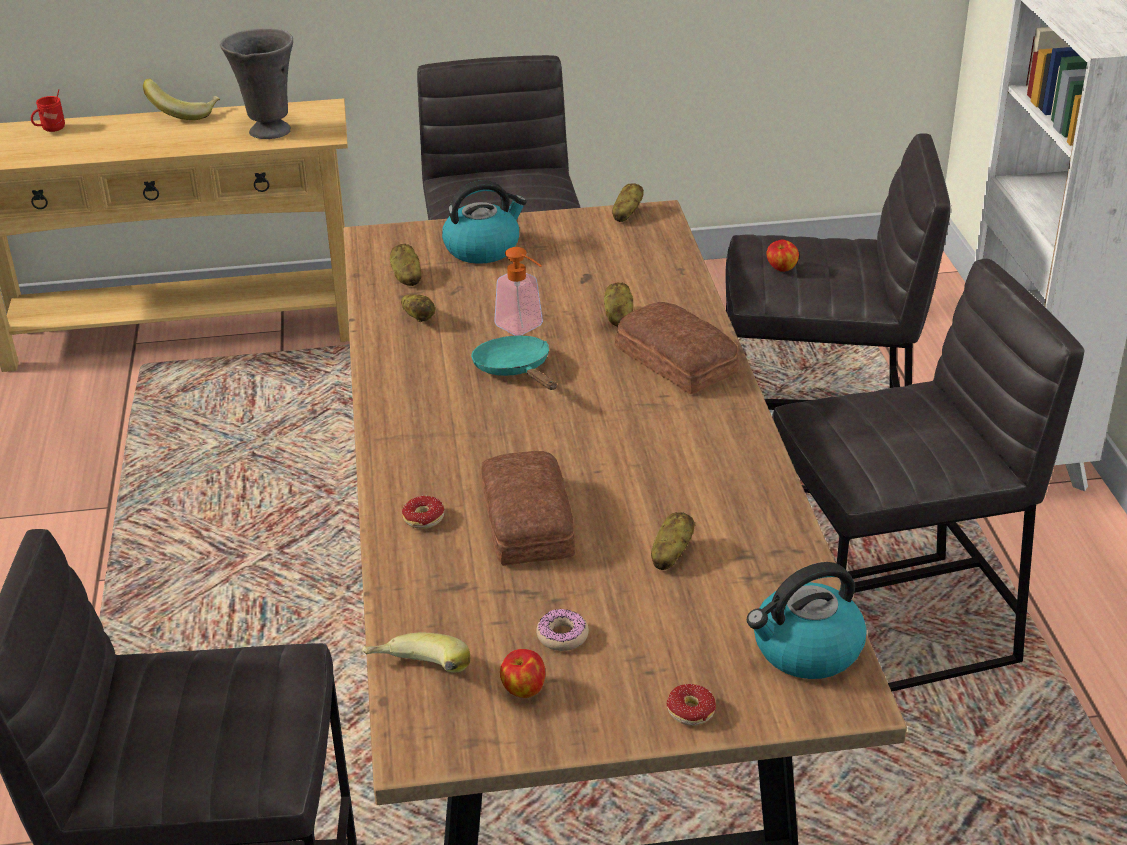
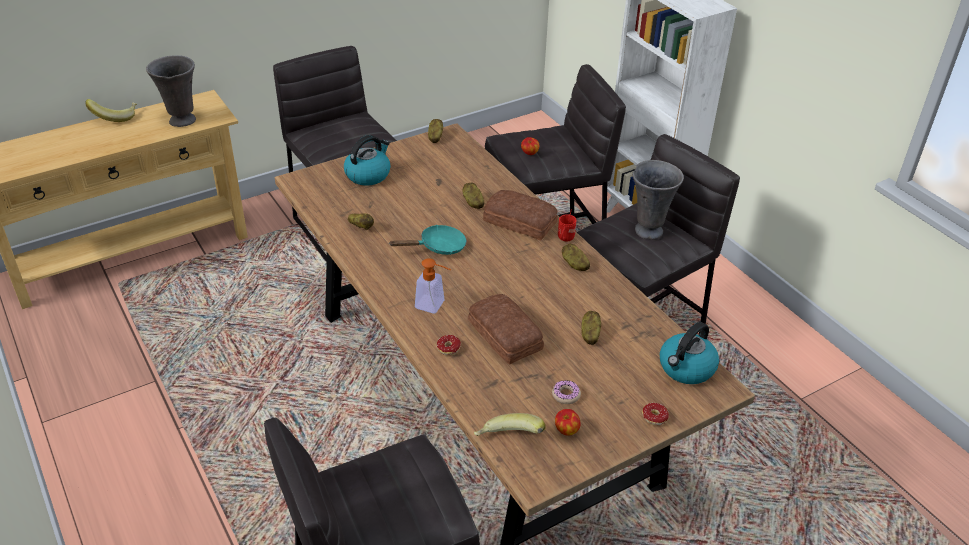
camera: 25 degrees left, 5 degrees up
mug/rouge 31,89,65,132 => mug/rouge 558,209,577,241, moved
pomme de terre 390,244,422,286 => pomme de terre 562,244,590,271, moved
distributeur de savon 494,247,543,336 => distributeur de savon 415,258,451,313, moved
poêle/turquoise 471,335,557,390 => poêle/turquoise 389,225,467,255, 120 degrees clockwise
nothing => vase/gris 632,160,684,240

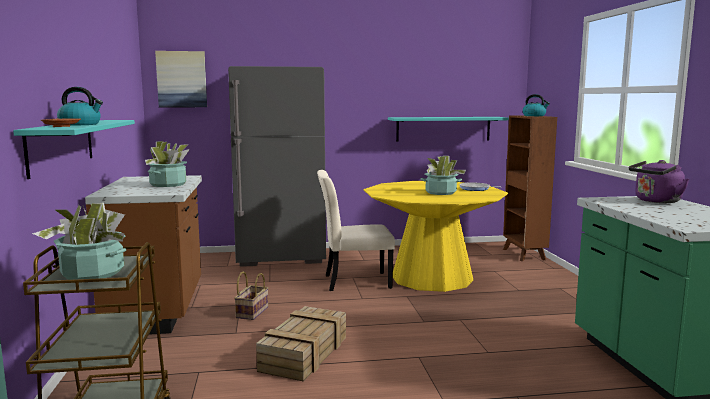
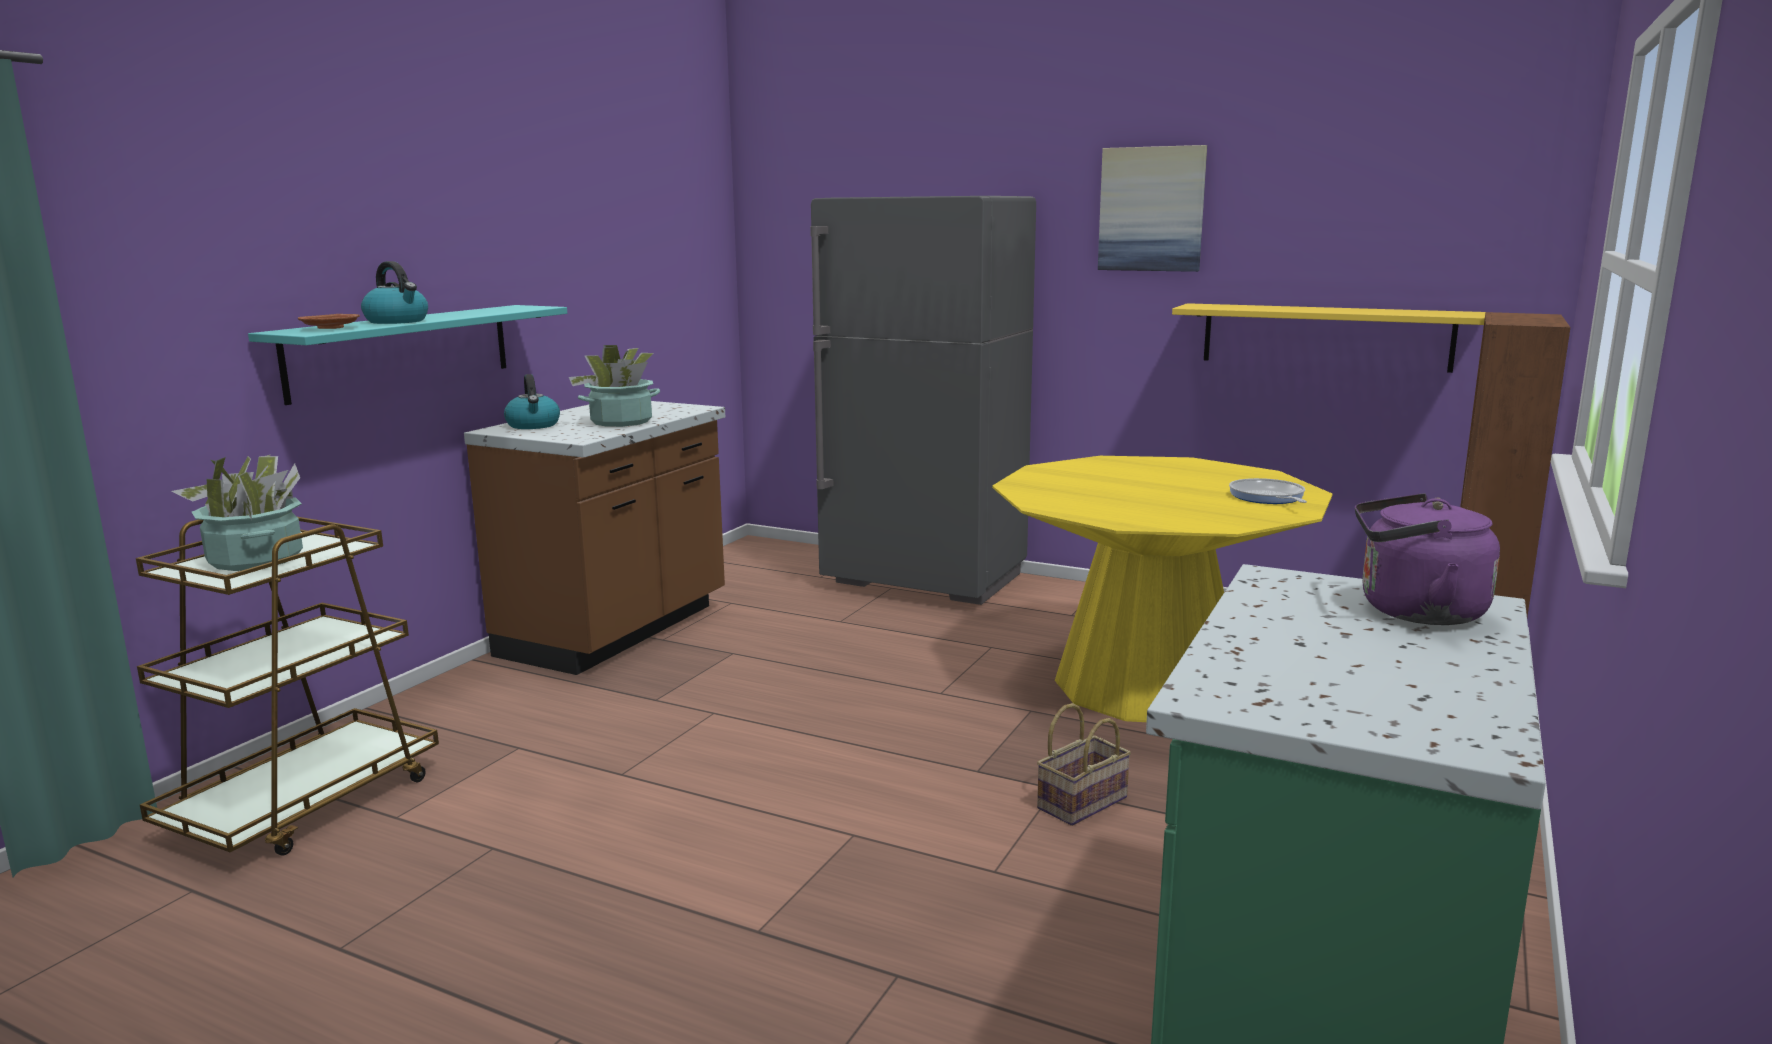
camera: 35 degrees right, 5 degrees up
tableau 155,51,207,107 => tableau 1098,145,1207,272, moved
bouilloire 523,94,550,116 => bouilloire 504,374,560,429, moved
étagère/turquoise 388,117,509,141 => étagère/jaune 1172,303,1485,373
plante en pot 421,156,466,195 => nothing
chaise/beige 317,170,395,291 => nothing
panier 234,271,268,320 => panier 1037,703,1131,826, moved
caisse 256,306,346,381 => nothing

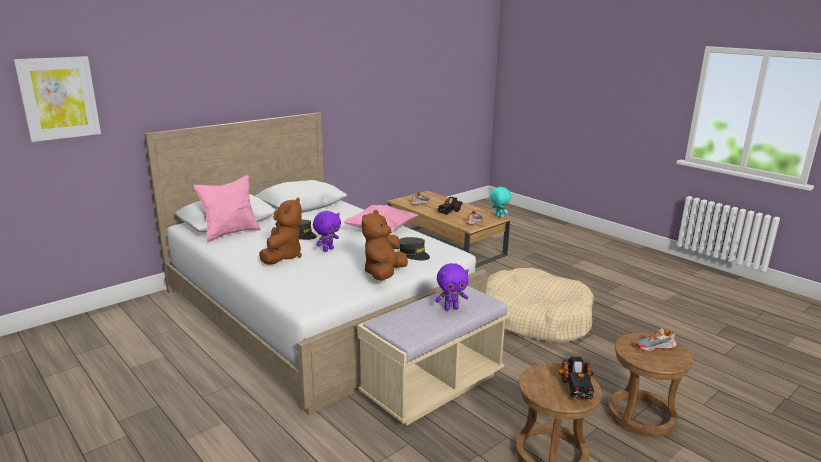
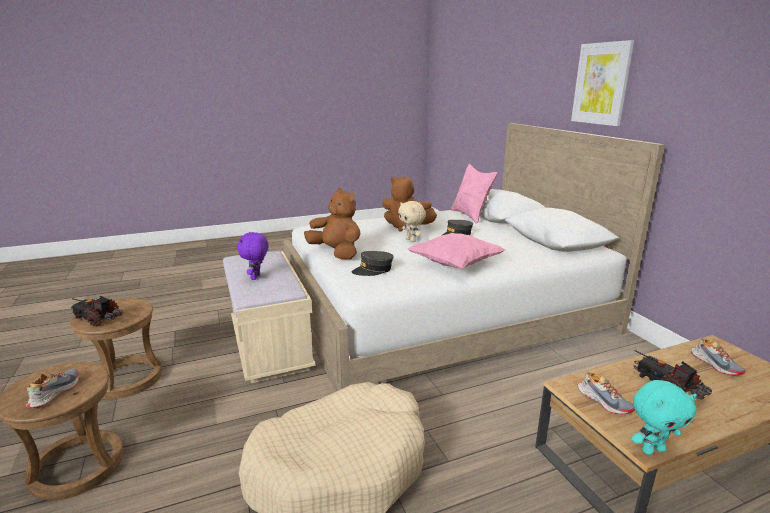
camera: 110 degrees right, 0 degrees up
tableau 13,56,101,142 => tableau 571,40,634,126, moved
peluche/violet 313,211,341,252 => peluche/beige 398,201,426,242

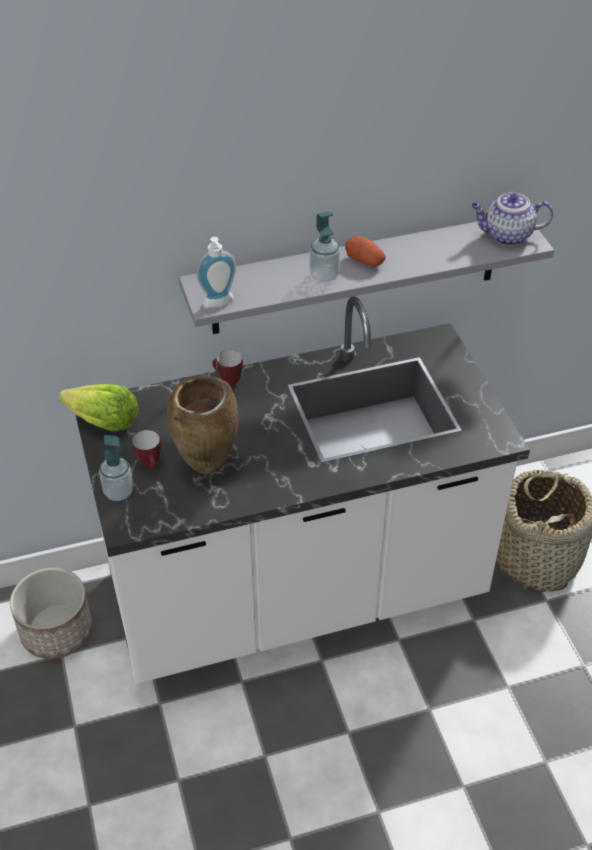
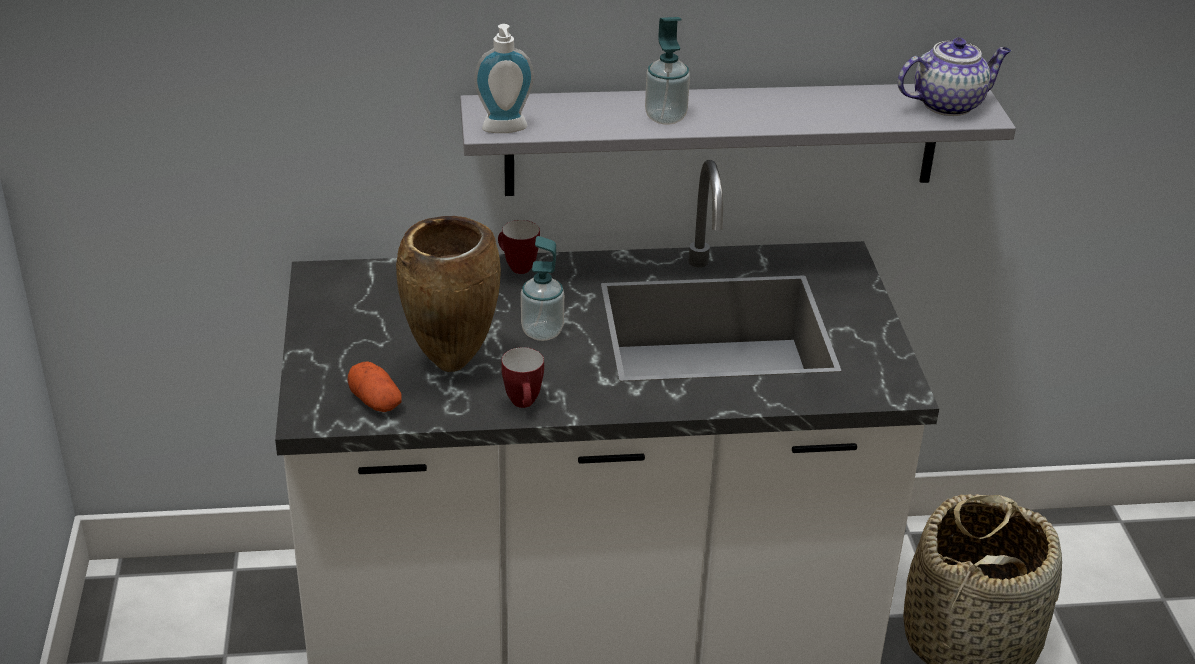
camera: 10 degrees right, 10 degrees down
théière 471,193,554,246 => théière 898,38,1011,116, 150 degrees clockwise
pomme de terre 345,236,386,267 => pomme de terre 348,361,402,412, moved
laitue 59,384,139,431 => nothing
mug 132,430,161,470 => mug 501,347,544,408, moved
distributeur de savon 99,435,133,501 => distributeur de savon 521,236,564,341, moved
cache-pot 10,568,92,659 => nothing

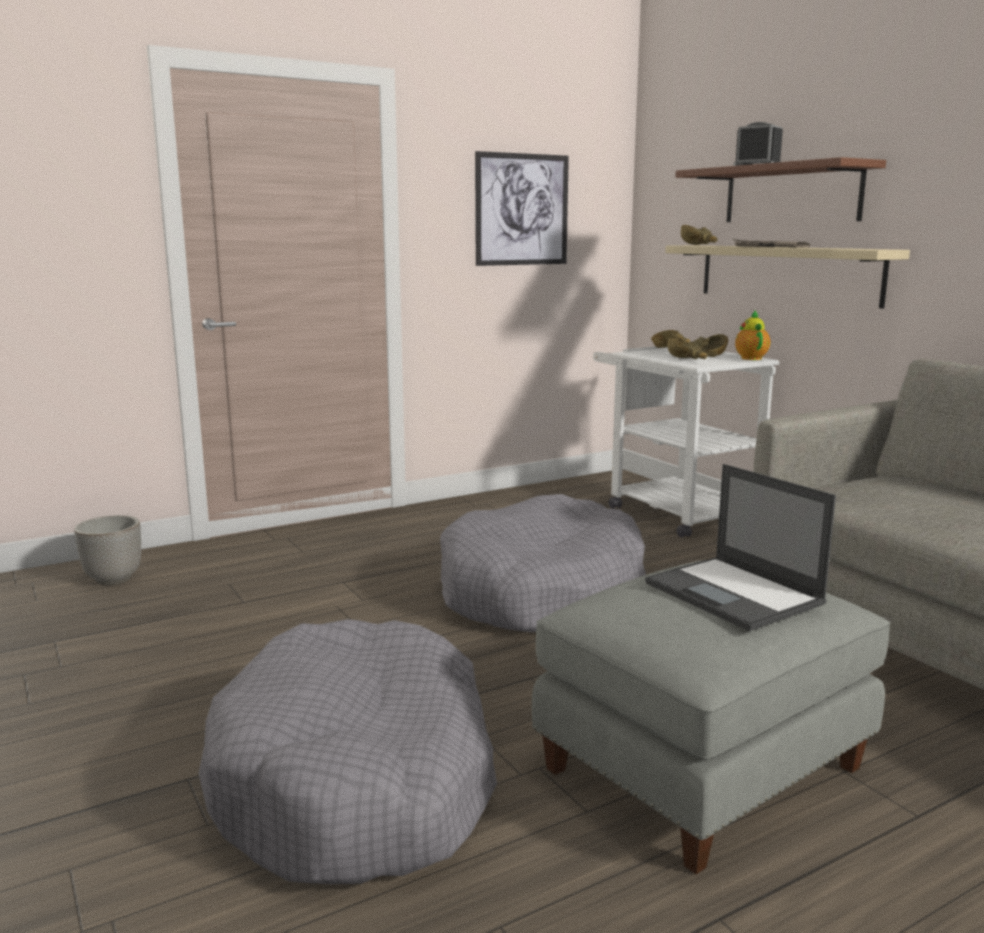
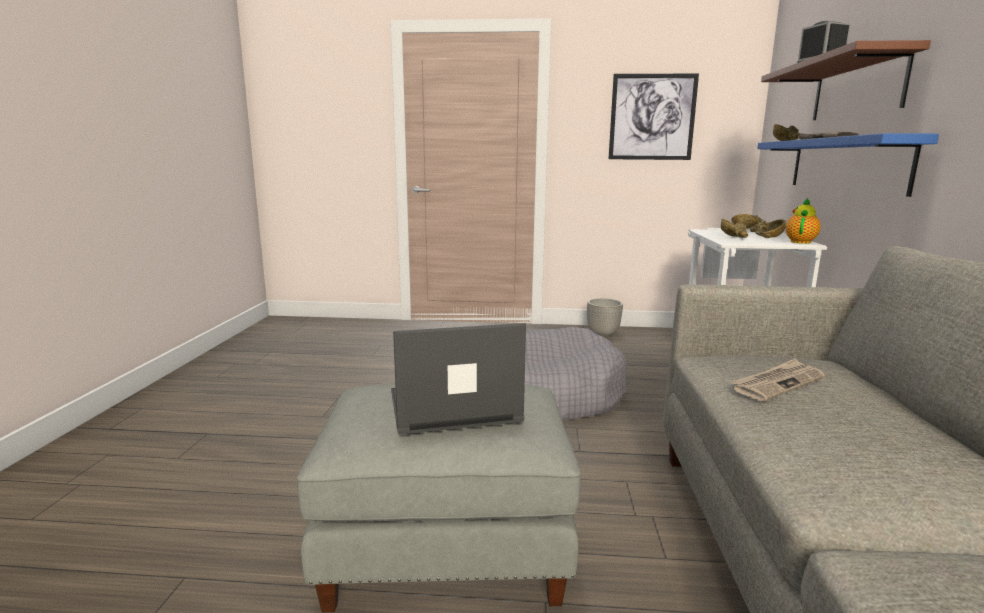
camera: 35 degrees right, 0 degrees up
étagère/beige 665,245,910,308 => étagère/bleu 757,133,939,197
ordinateur portable 645,464,836,631 => ordinateur portable 391,323,526,434, 75 degrees clockwise
cache-pot 74,515,141,585 => cache-pot 587,298,623,338, moved
panier pour chien/gris 198,619,497,884 => nothing
nothing => journal 730,359,825,402

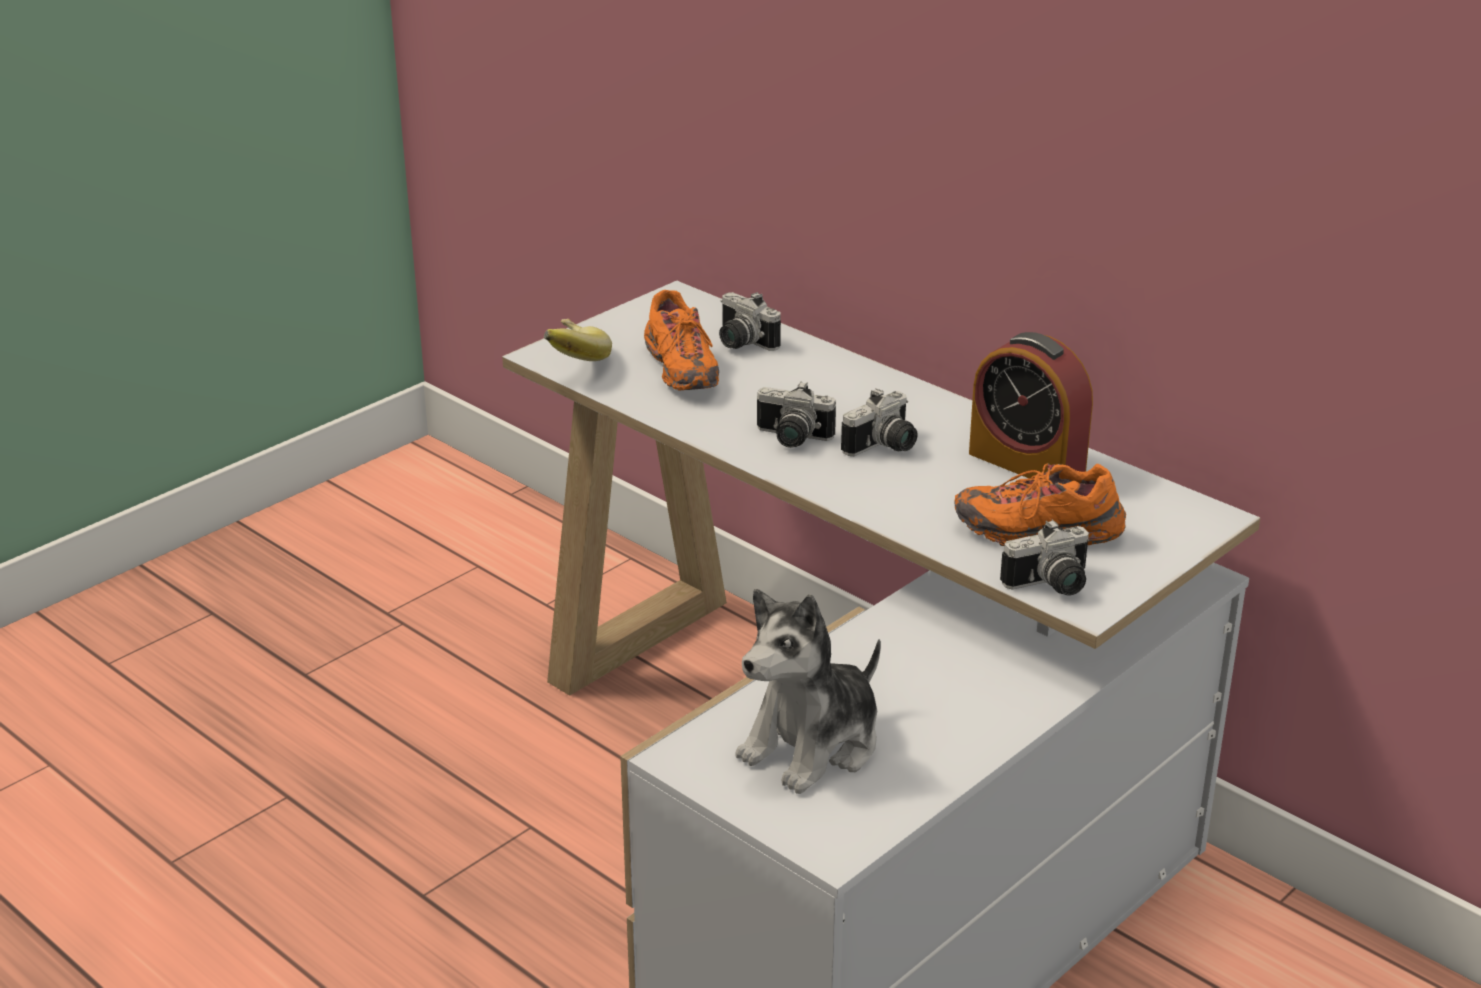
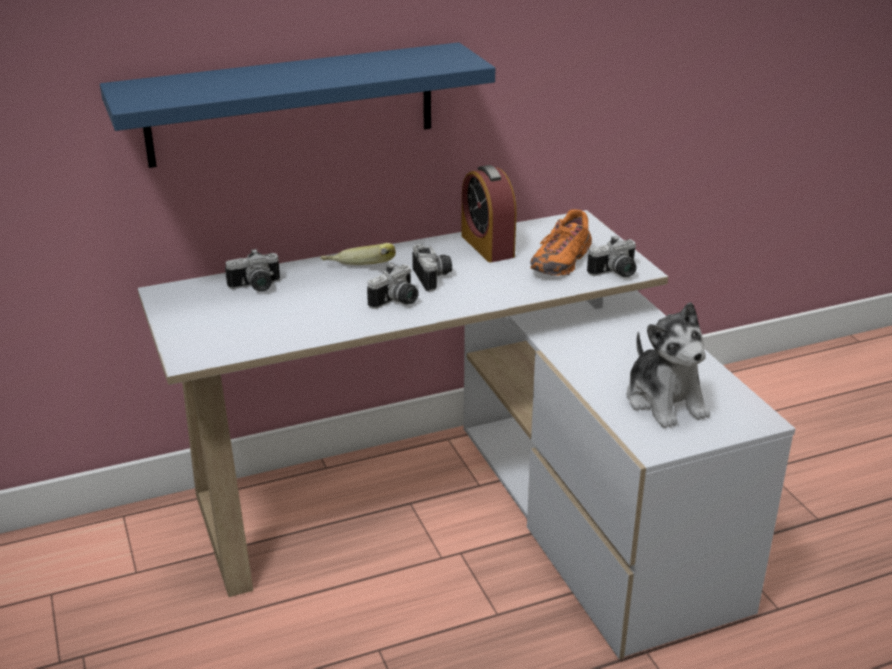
camera: 65 degrees left, 0 degrees up
chaussure/orange 644,290,719,391 => nothing
banane 544,319,612,361 => banane 320,243,396,265, moved
réveil 969,332,1093,478 => réveil 461,165,516,262, 90 degrees clockwise
appareil photo 1000,519,1090,595 => appareil photo 587,236,637,277, 60 degrees clockwise
nothing => étagère/bleu 100,42,495,168

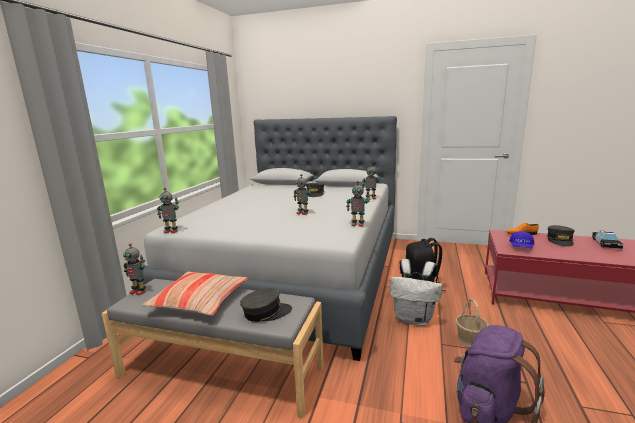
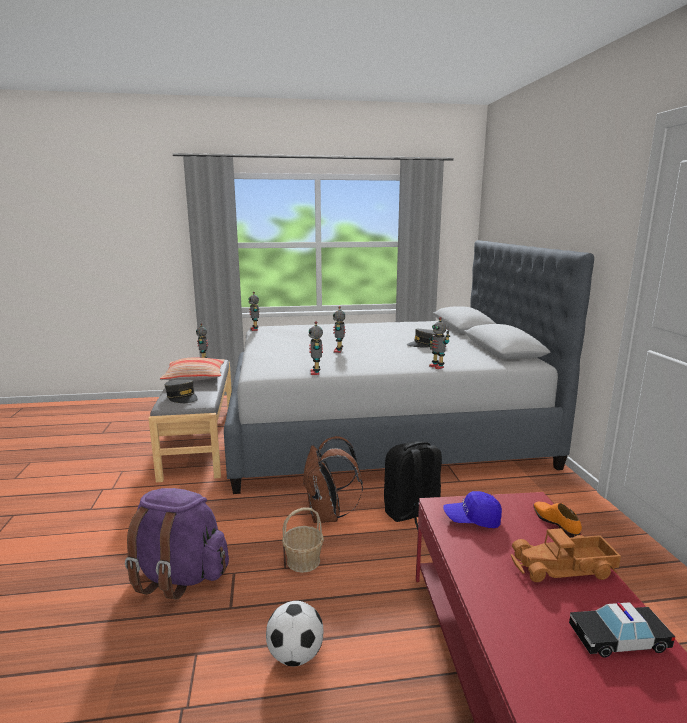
camera: 65 degrees right, 0 degrees up
casquette/gris 547,225,575,247 => camion jouet 511,528,621,582
sac à dos/blanc 390,259,442,326 => sac à dos/marron 302,436,363,523
nothing => ballon de foot 266,601,323,666

